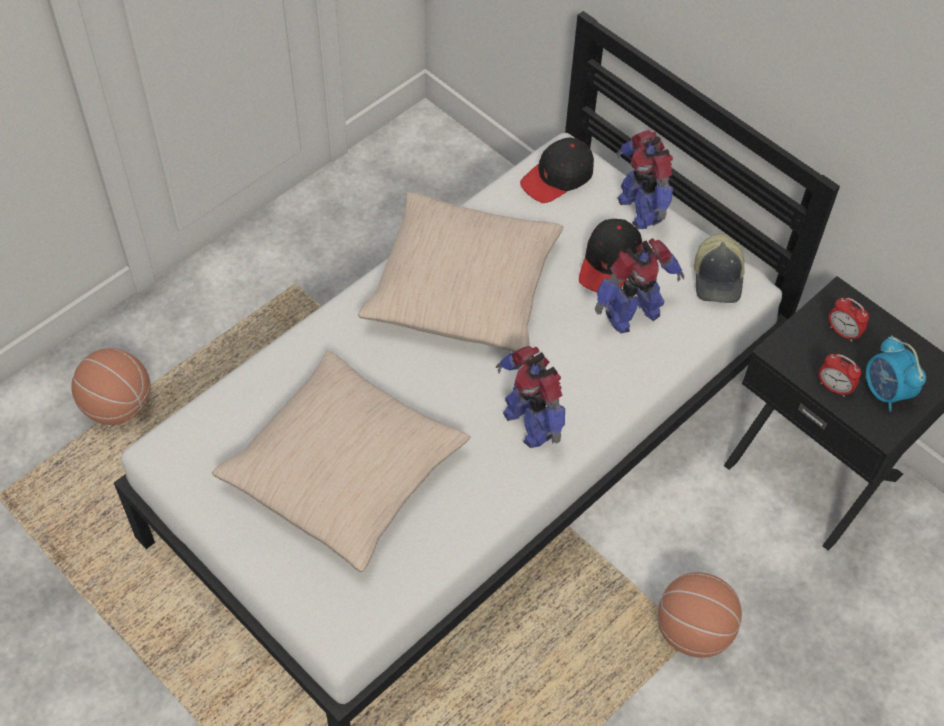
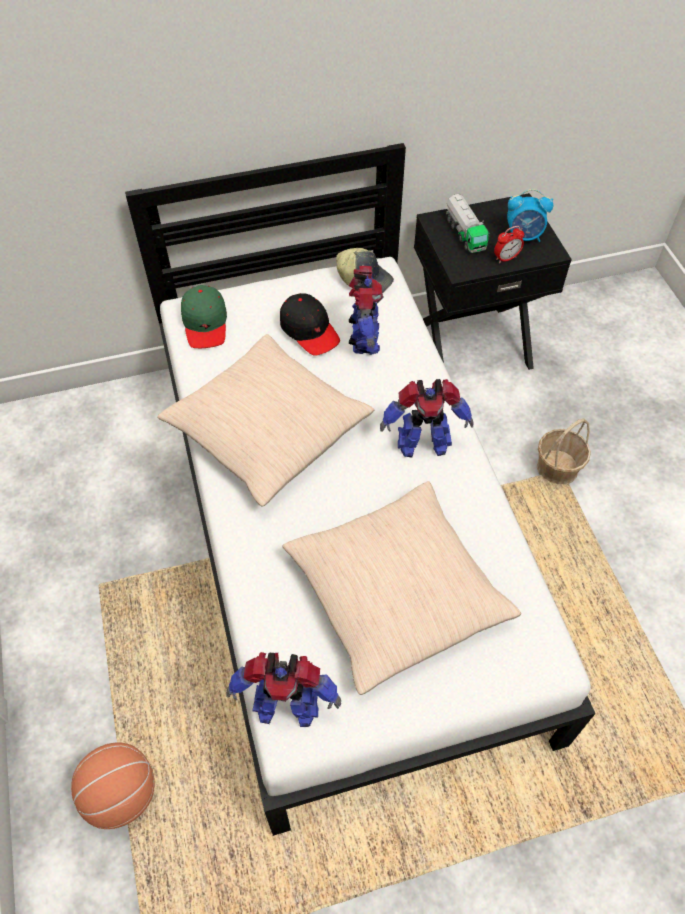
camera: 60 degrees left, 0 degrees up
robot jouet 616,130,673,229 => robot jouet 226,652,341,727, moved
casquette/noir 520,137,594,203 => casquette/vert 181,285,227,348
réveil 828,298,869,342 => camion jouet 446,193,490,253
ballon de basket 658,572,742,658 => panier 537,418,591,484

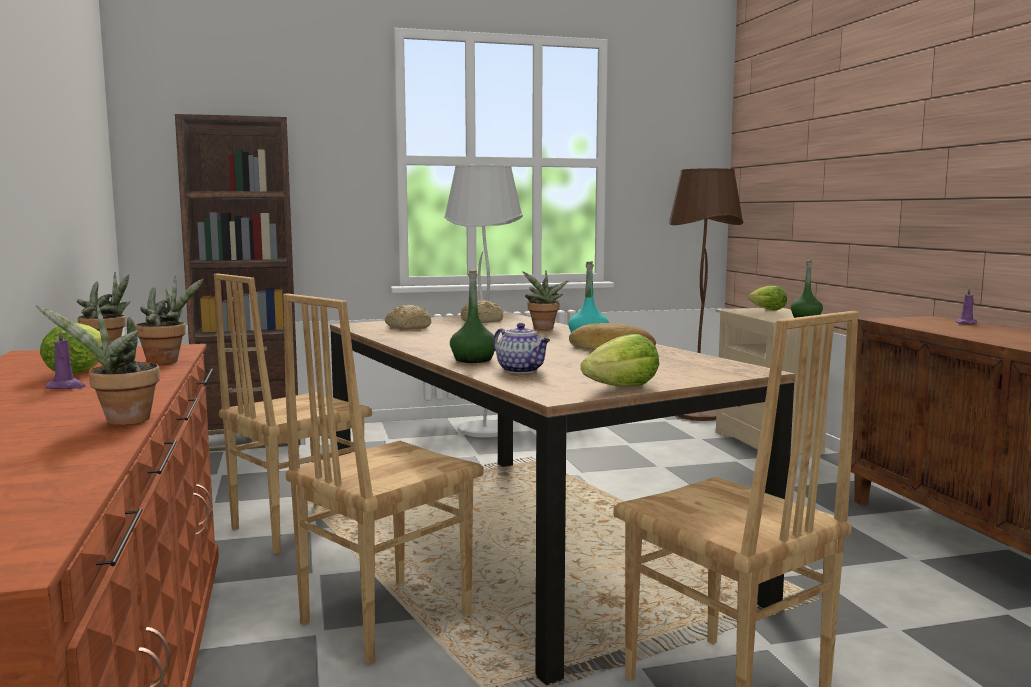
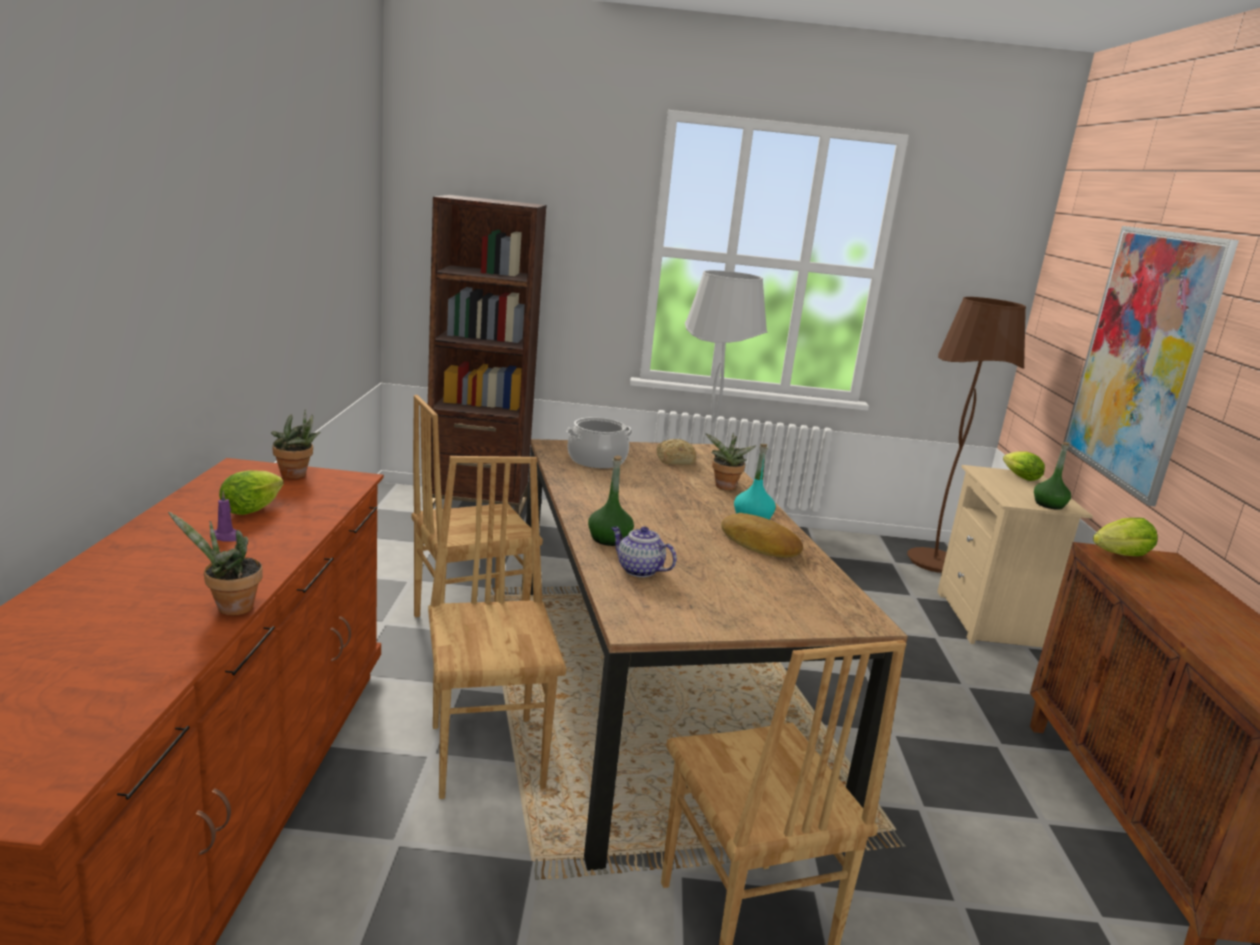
camera: 15 degrees right, 10 degrees up
plante en pot 135,276,204,364 => nothing
bougie/violet 955,287,977,324 => nothing
chaise/marron 283,293,484,665 => chaise/marron 428,456,566,799, 105 degrees clockwise
pain 385,304,431,330 => marmite 566,417,632,468
théière 493,323,550,373 => théière 611,526,677,577, 150 degrees clockwise
laitue 581,334,659,387 => laitue 1093,518,1158,556, moved
nothing => tableau 1064,226,1239,506

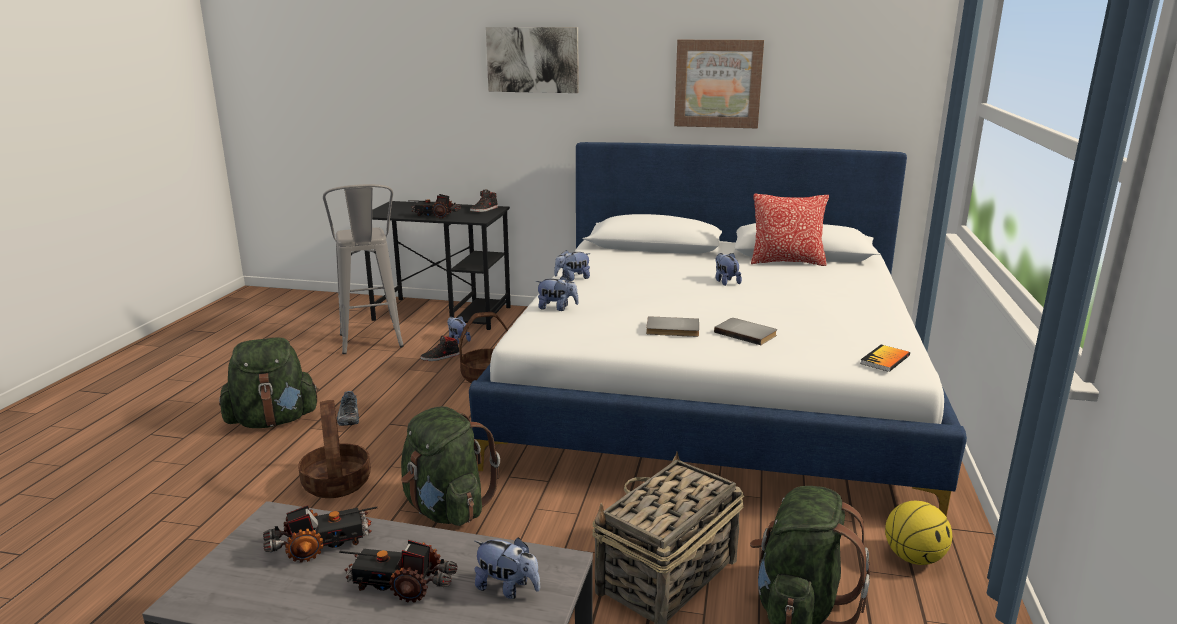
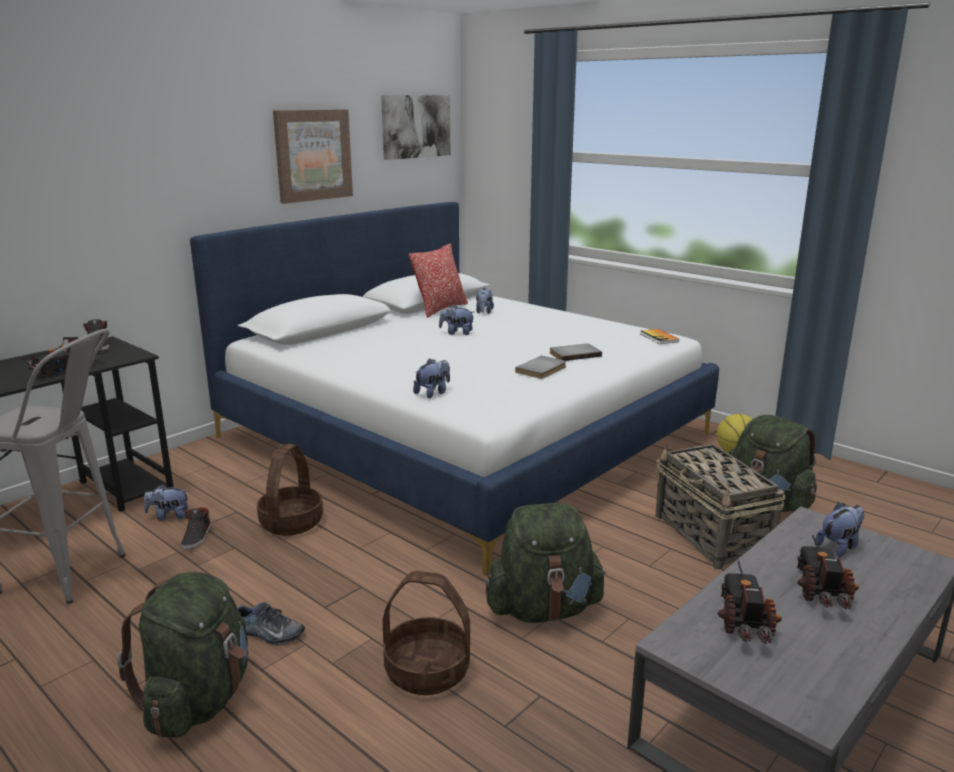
camera: 60 degrees left, 0 degrees up
tableau 486,27,579,93 => tableau 381,95,451,160, moved
peluche 554,250,591,281 => peluche 476,288,494,314, moved
camion jouet 339,540,458,603 => camion jouet 797,535,859,609, 150 degrees clockwise

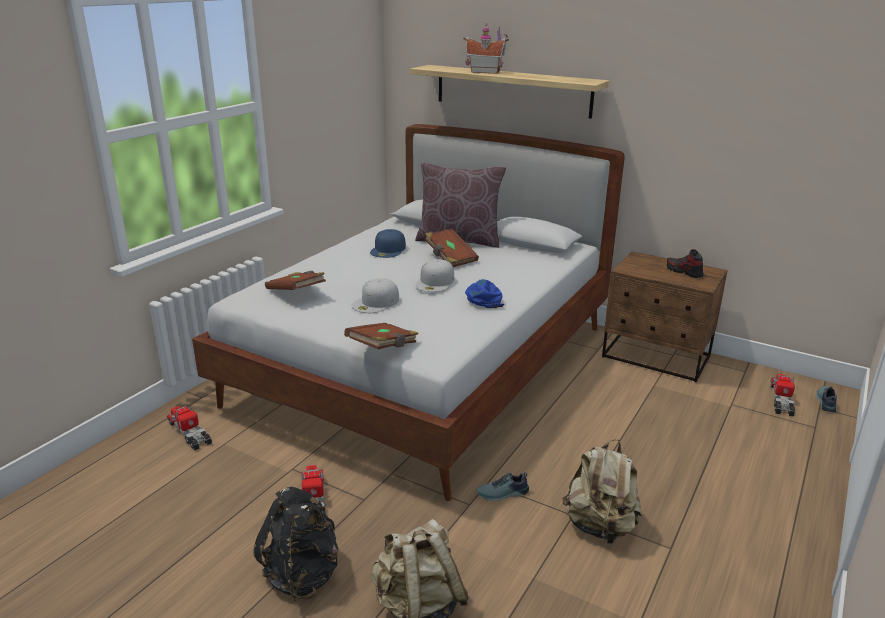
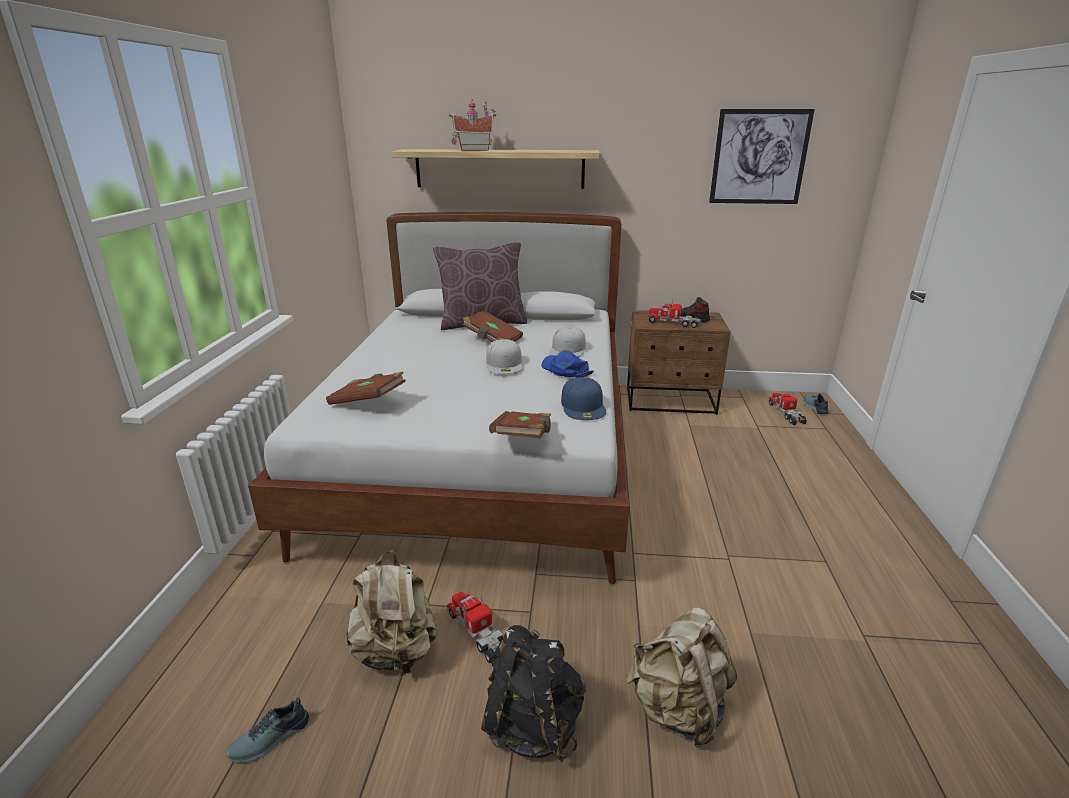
camera: 25 degrees left, 0 degrees up
casquette/bleu 370,229,406,258 => casquette/bleu 561,377,606,420, moved
casquette/blanc 351,278,399,313 => casquette/blanc 550,327,586,357, moved
camion jouet 167,404,212,450 => camion jouet 647,300,701,328, moved
sac à dos/beige 562,439,642,544 => sac à dos/beige 346,550,437,675, moved
chaussure 477,472,529,501 => chaussure 226,698,309,763, moved
nothing => tableau 709,109,815,204

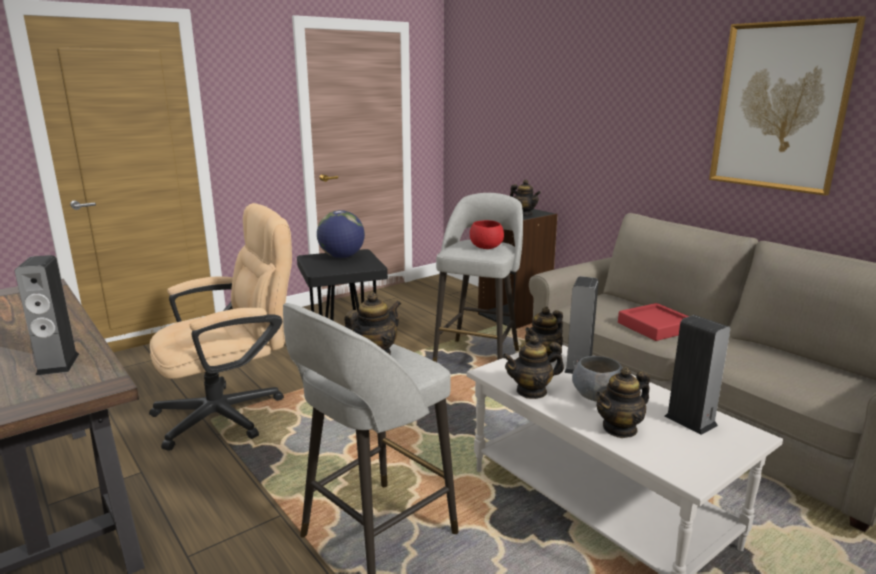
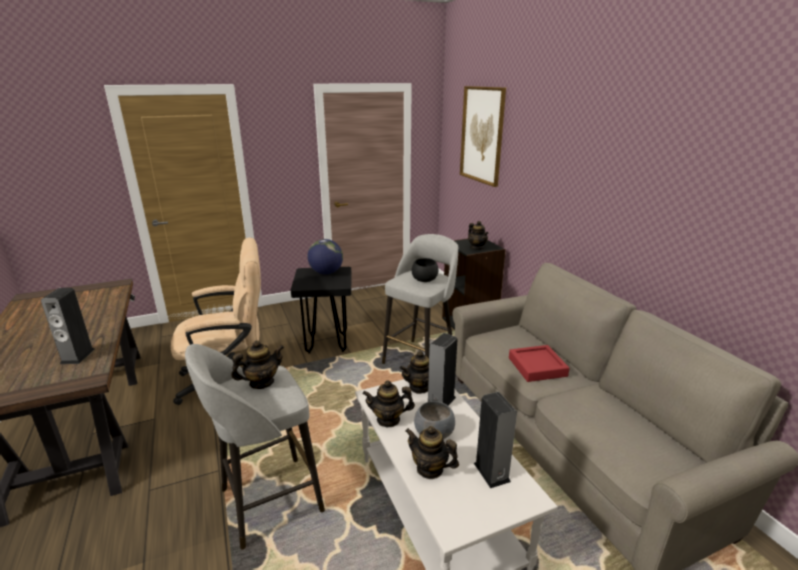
camera: 15 degrees right, 5 degrees up
tableau 709,16,866,196 => tableau 460,86,506,187, moved
bol/rouge 470,220,504,249 => bol/noir 412,258,439,282
théière 595,367,650,438 => théière 405,426,459,479, 45 degrees clockwise

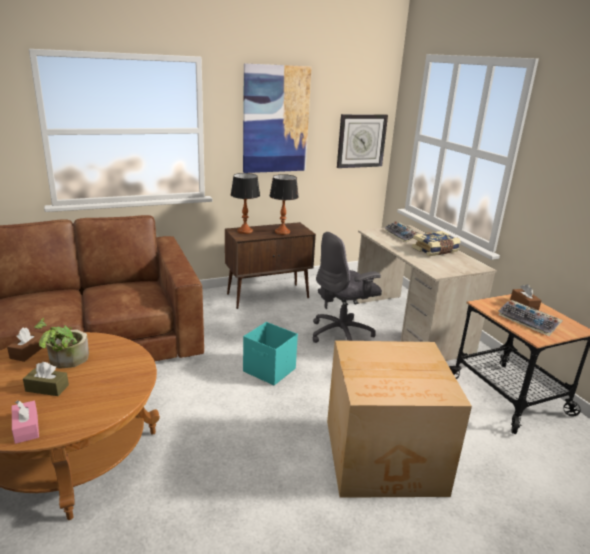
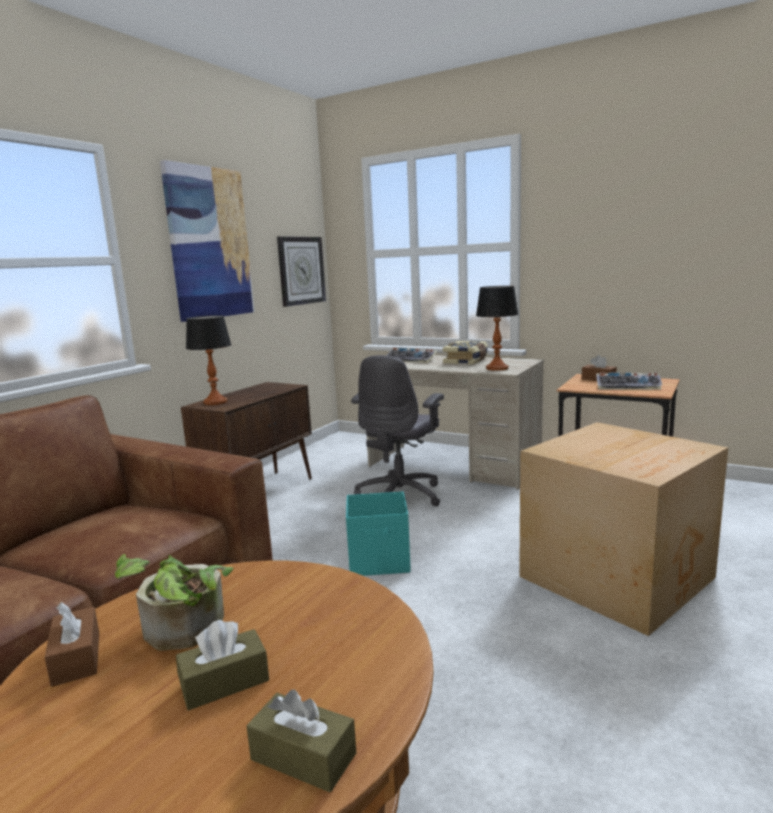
camera: 35 degrees left, 10 degrees down
lampe de table 269,174,299,235 => lampe de table 476,286,519,371, moved
boîte à mouchoirs/rose 12,400,39,444 => boîte à mouchoirs/marron 246,689,356,792

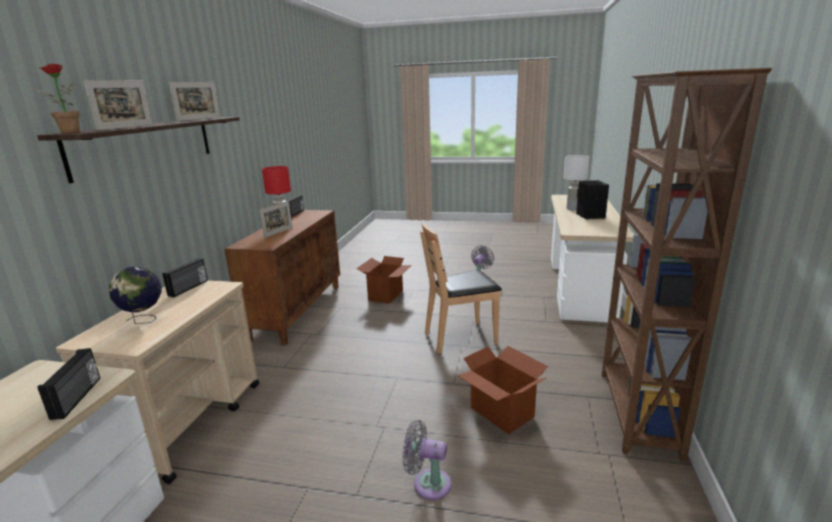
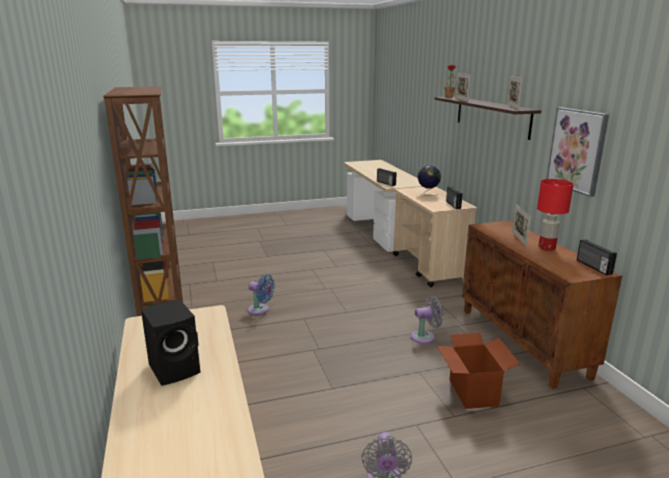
camera: 150 degrees right, 0 degrees up
lampe de table/blanc 564,155,589,211 => nothing
chaise/marron 420,223,502,354 => nothing
carton 458,346,548,434 => ventilateur/bleu 248,274,275,315
ventilateur/gris 402,420,451,500 => ventilateur/gris 411,296,444,344, moved
nothing => tableau 547,107,609,197

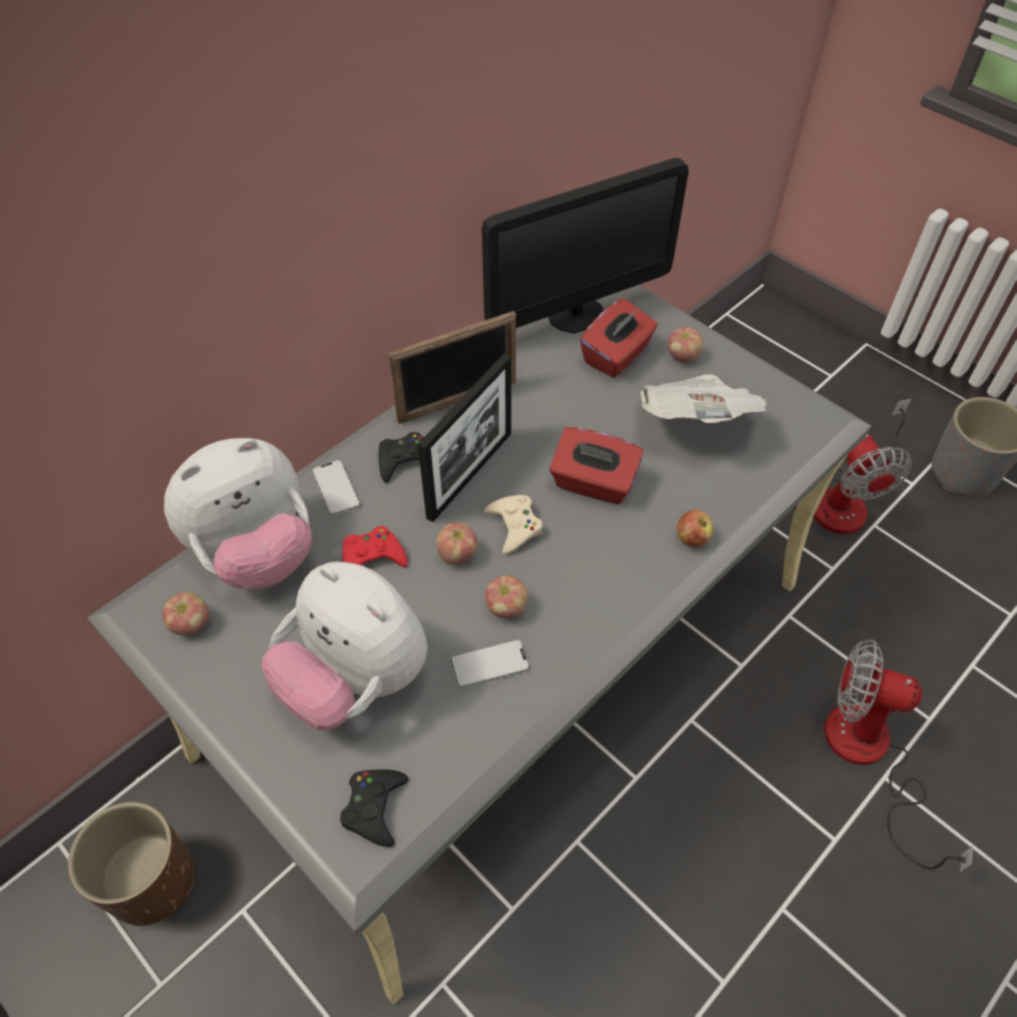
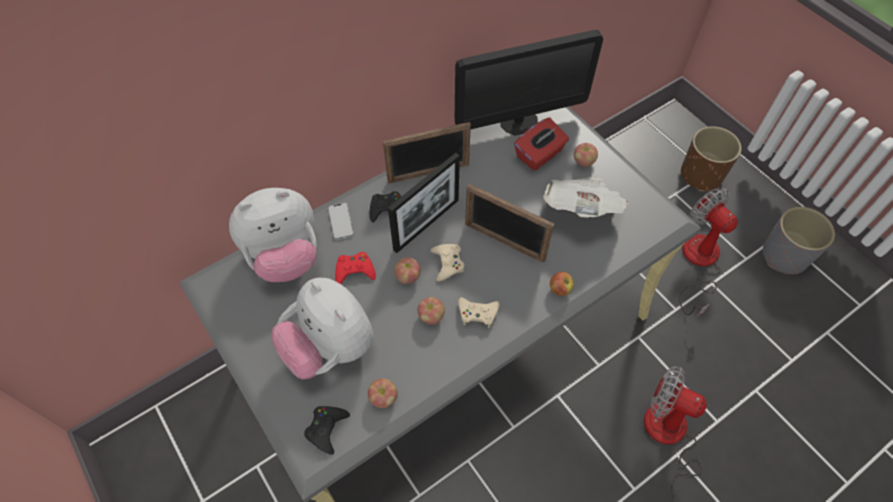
camera: 10 degrees right, 5 degrees up
ventilateur 814,399,912,534 => ventilateur 679,188,738,316, 150 degrees clockwise
boîte à mouchoirs/rouge 549,427,644,505 => cadre photo 465,184,554,263
pomme 163,592,209,636 => pomme 368,378,398,408, moved
téléphone 451,639,529,688 => nothing
cache-pot/marron 68,802,194,926 => cache-pot/marron 681,126,742,191, moved
nothing => manette/beige 458,297,500,328

